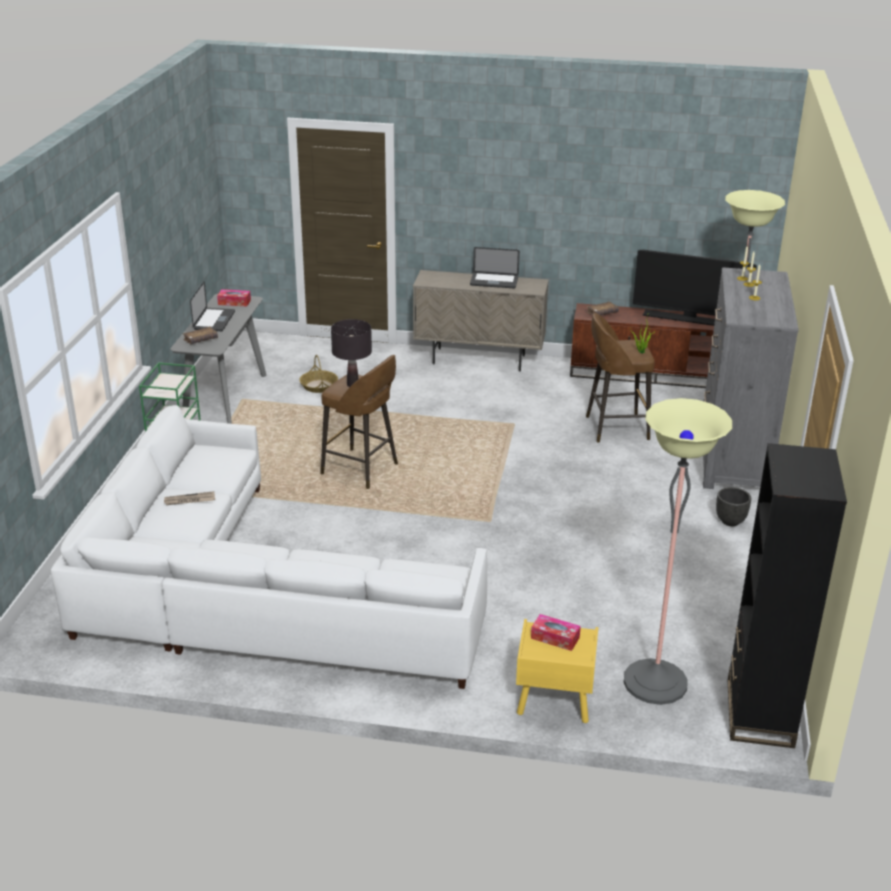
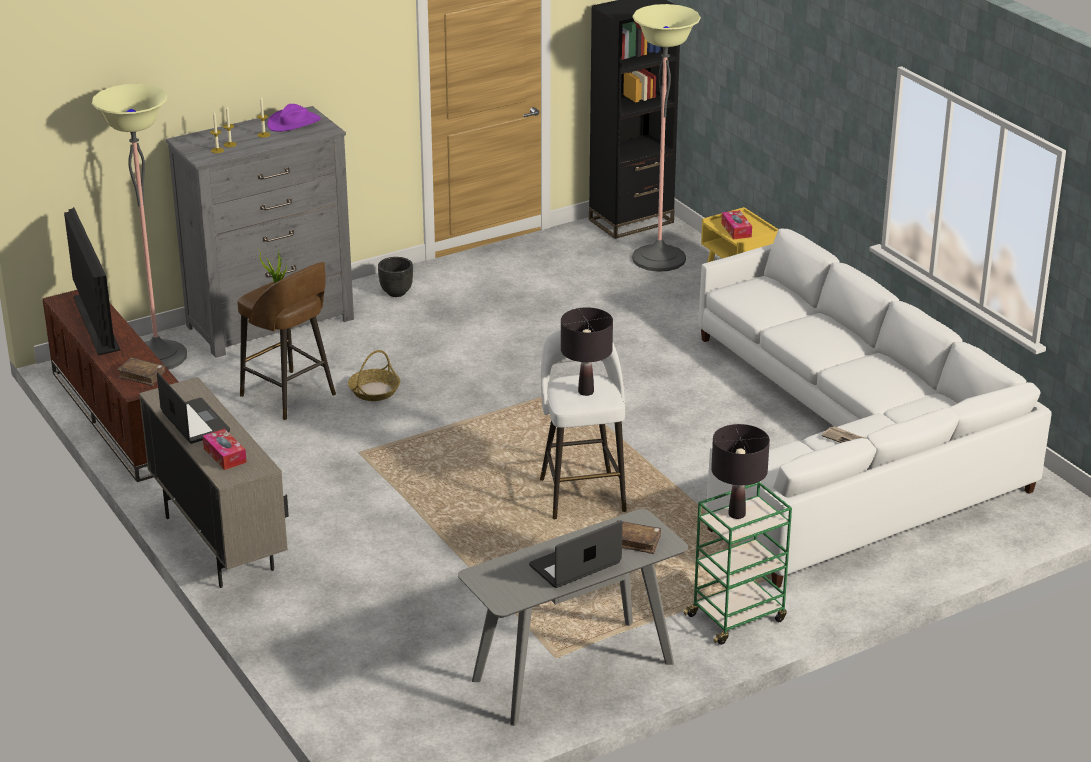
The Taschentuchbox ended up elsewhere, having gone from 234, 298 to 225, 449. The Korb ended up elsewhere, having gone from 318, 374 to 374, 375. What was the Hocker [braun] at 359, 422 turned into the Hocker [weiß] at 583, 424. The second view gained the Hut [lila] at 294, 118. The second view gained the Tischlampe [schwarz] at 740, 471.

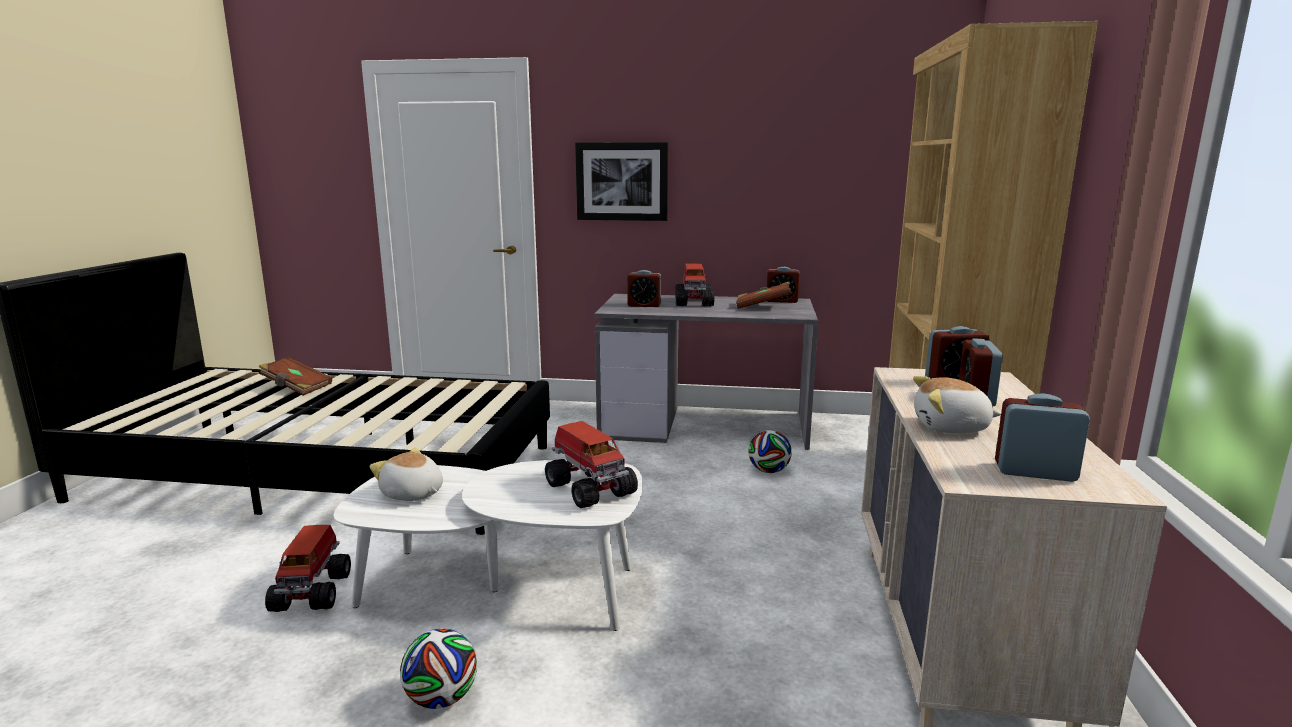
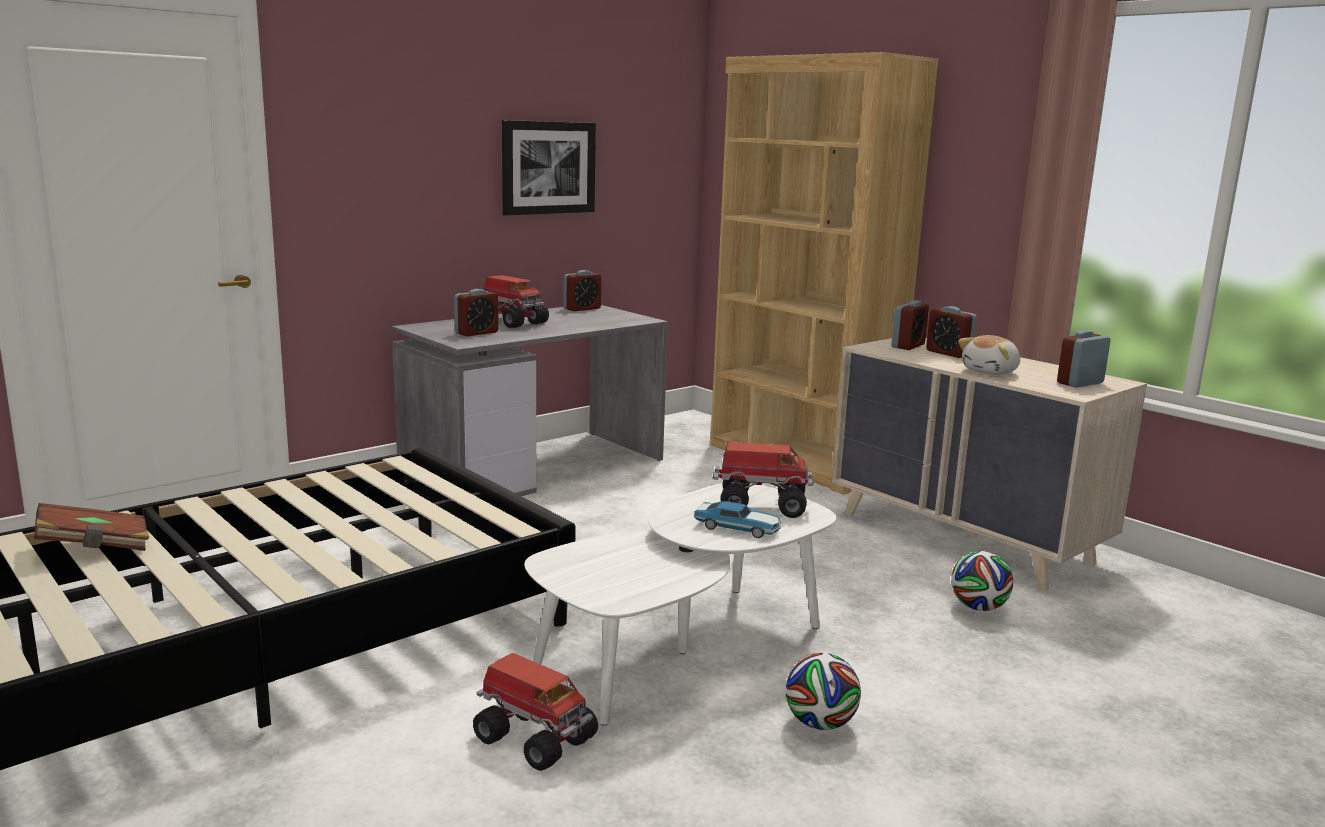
The Bild ended up elsewhere, having gone from 621, 181 to 549, 168. The second view lost the Buch [braun] at 763, 295. The Fußball ended up elsewhere, having gone from 770, 451 to 982, 581. The second view lost the Plüschtier at 406, 474. The second view gained the Spielzeugauto at 737, 519.

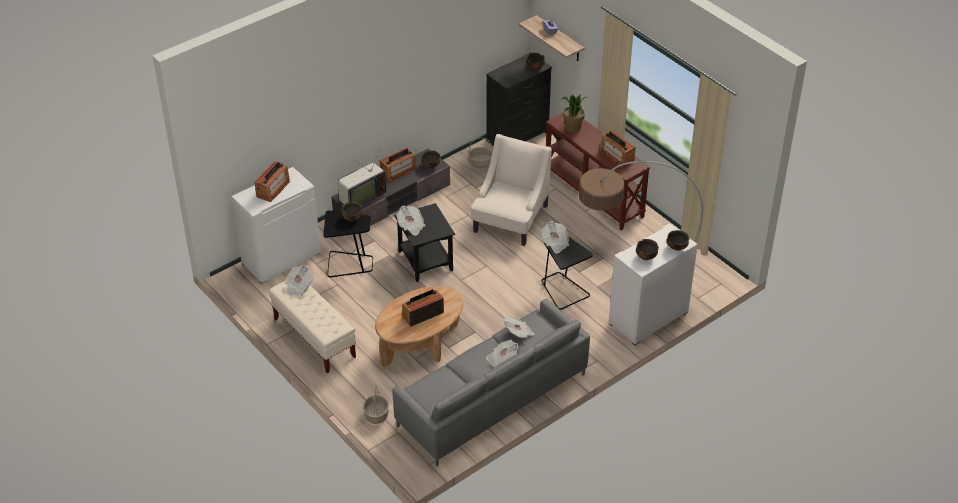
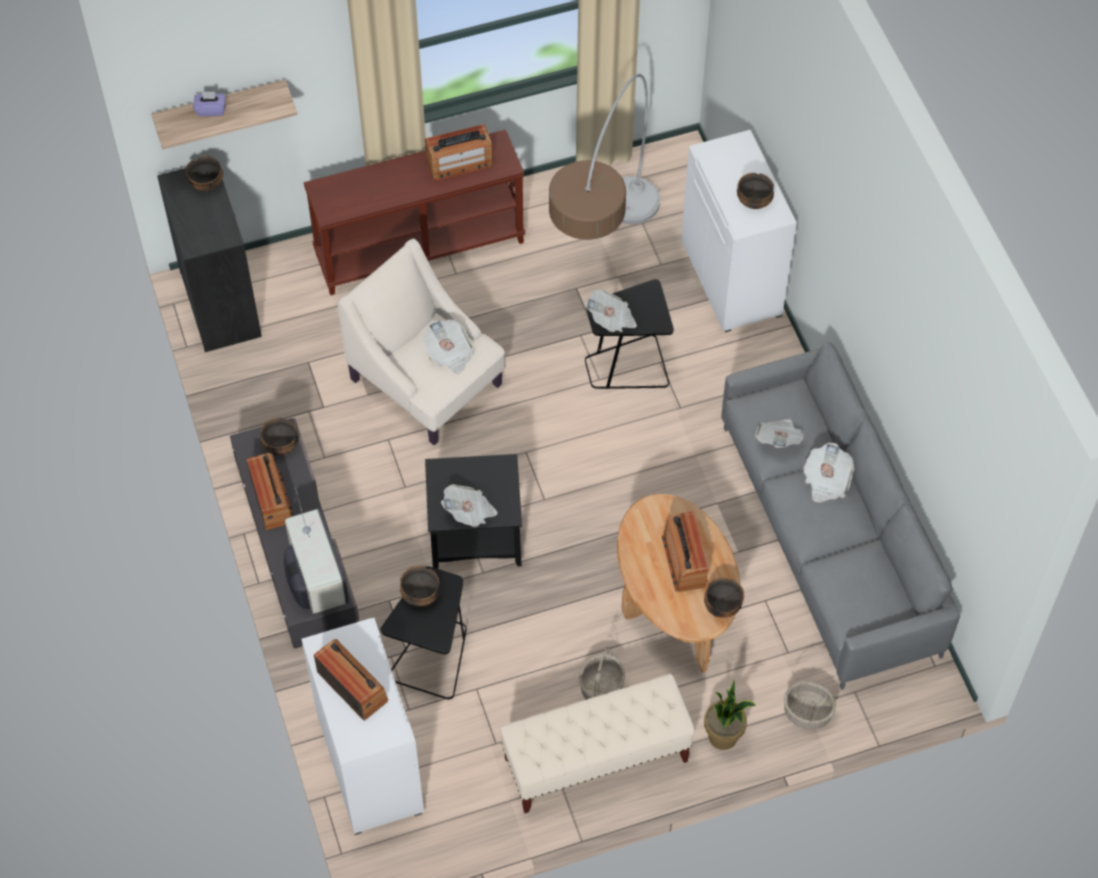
The Topfpflanze ended up elsewhere, having gone from 574, 113 to 730, 715. The Korb ended up elsewhere, having gone from 480, 153 to 602, 673. The Schüssel ended up elsewhere, having gone from 677, 240 to 724, 598. The Zeitung ended up elsewhere, having gone from 299, 280 to 449, 347.

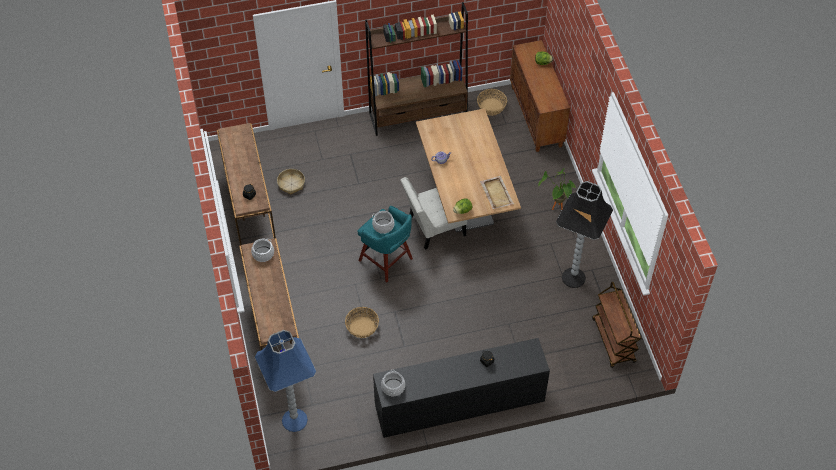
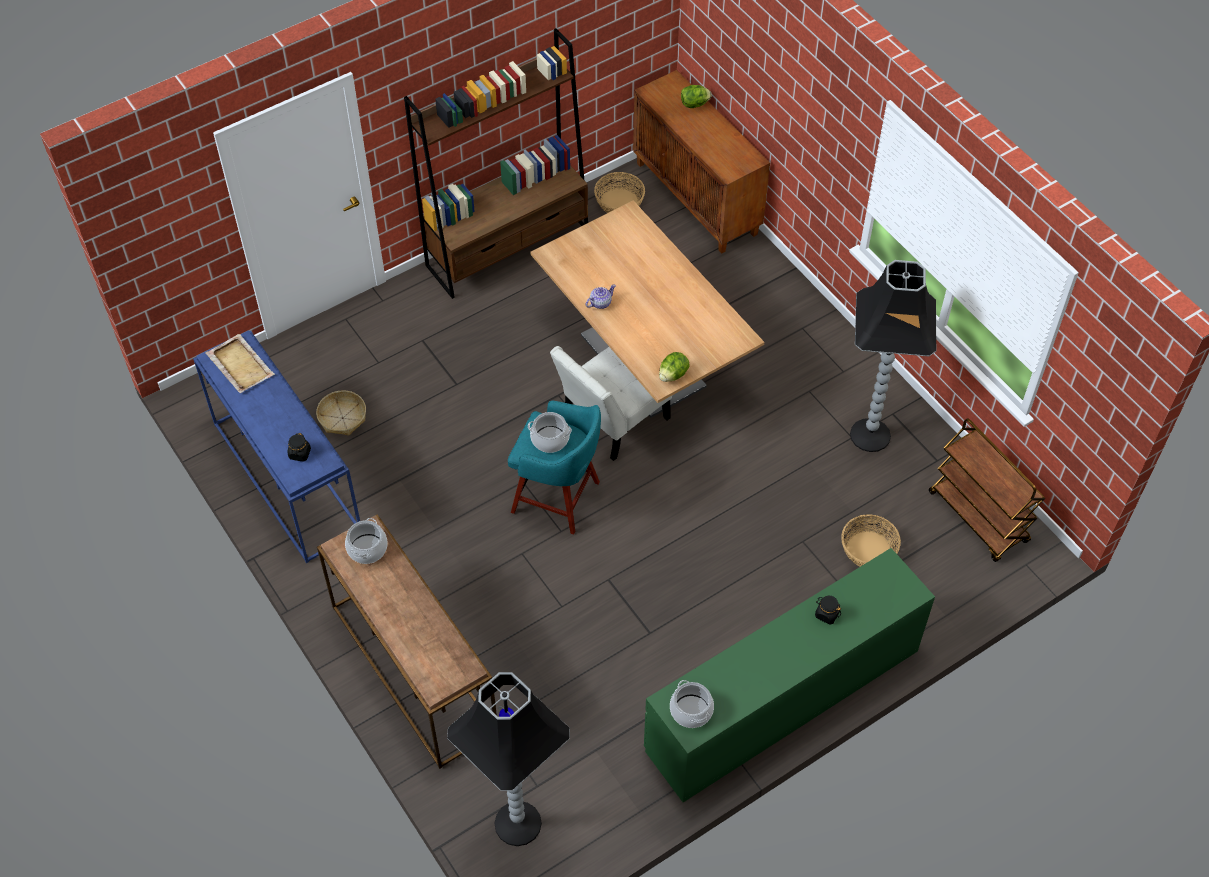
What was the Konsolentisch [braun] at 246, 188 turned into the Konsolentisch [blau] at 276, 446. The second view lost the Topfpflanze at 557, 189. The Tablett [beige] ended up elsewhere, having gone from 497, 192 to 240, 363. The Korb ended up elsewhere, having gone from 362, 322 to 871, 540. What was the Stehlampe [blau] at 285, 381 turned into the Stehlampe [schwarz] at 508, 759. What was the Kommode [schwarz] at 461, 388 turned into the Kommode [grün] at 789, 675.

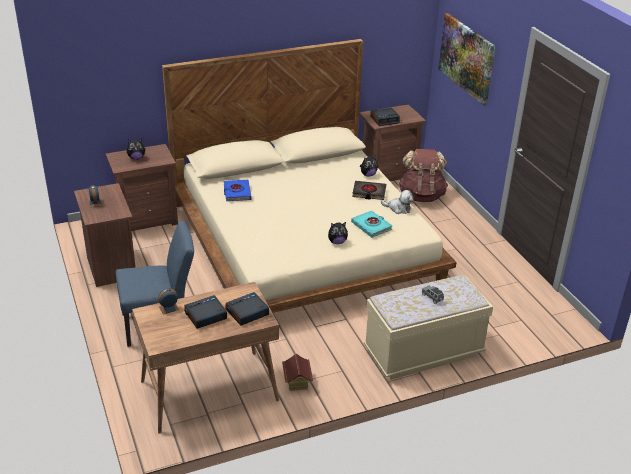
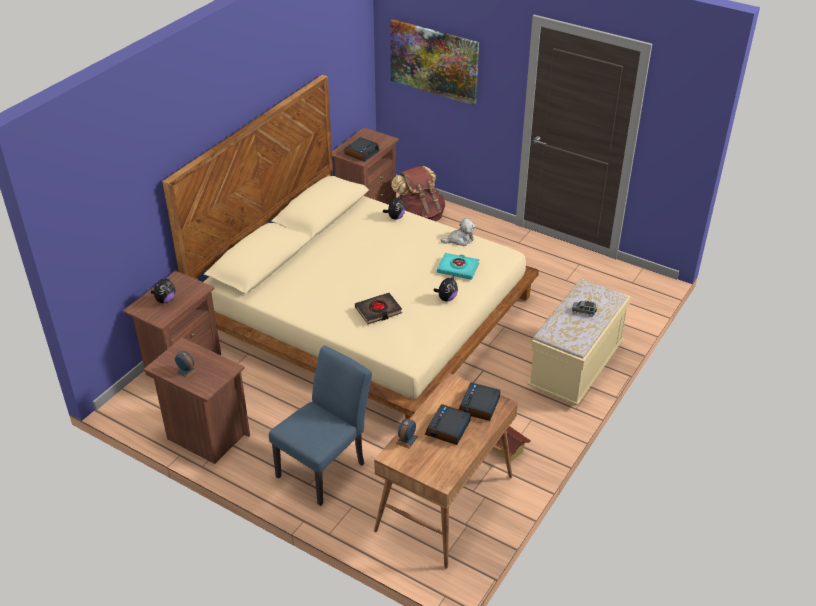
The second view lost the Buch [blau] at 237, 190. The Buch [schwarz] ended up elsewhere, having gone from 369, 190 to 378, 308.

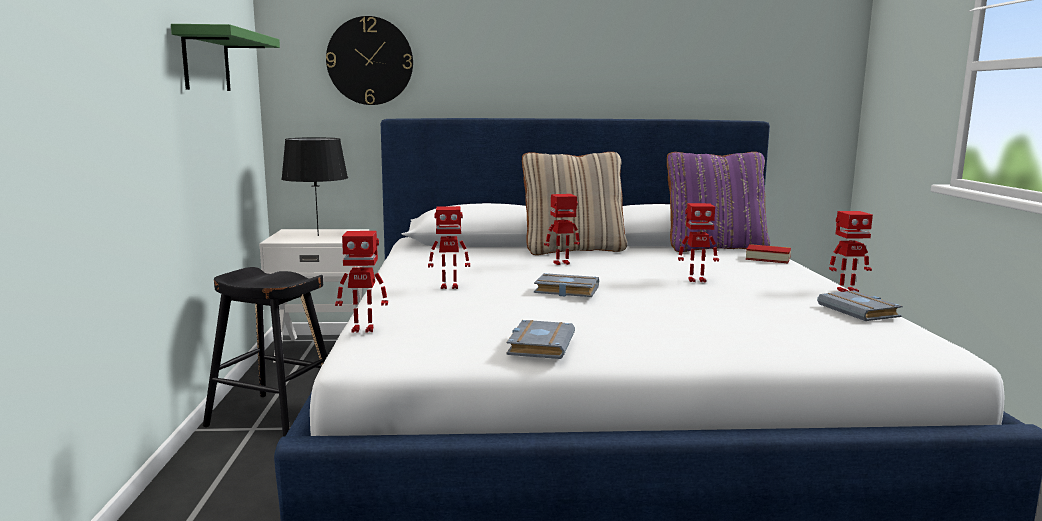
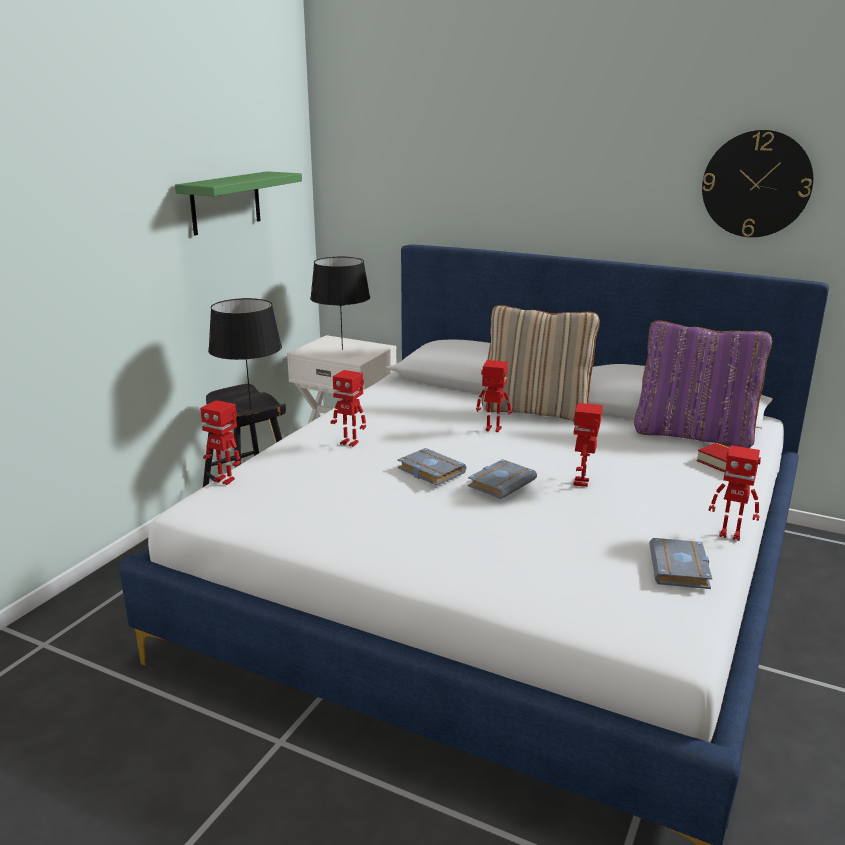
The Wanduhr ended up elsewhere, having gone from 369, 60 to 758, 183. The Spielzeugroboter at 698, 242 ended up facing another way, 75 degrees clockwise from before. The Buch [grau] ended up elsewhere, having gone from 541, 339 to 502, 479. The second view gained the Tischlampe [schwarz] at 245, 354.

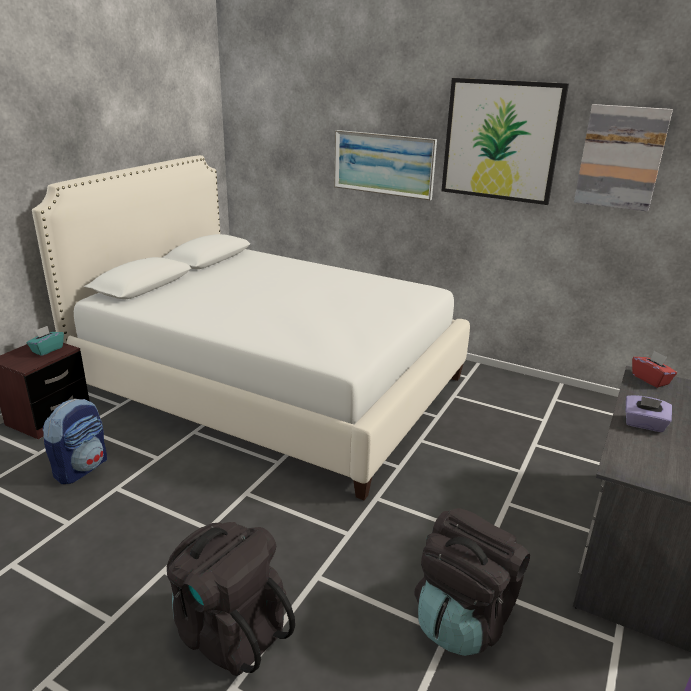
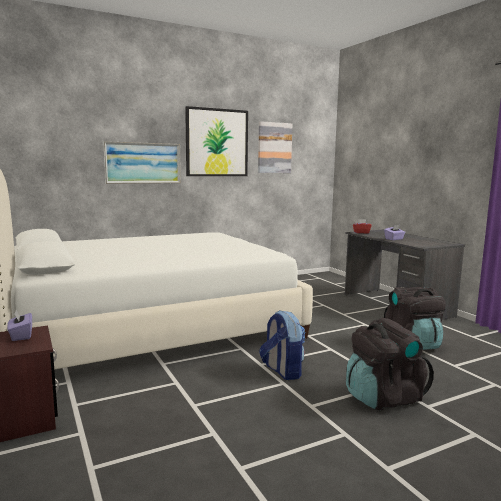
What was the Taschentuchbox [türkis] at 45, 341 turned into the Taschentuchbox [lila] at 19, 325. The Rucksack ended up elsewhere, having gone from 74, 441 to 282, 345.

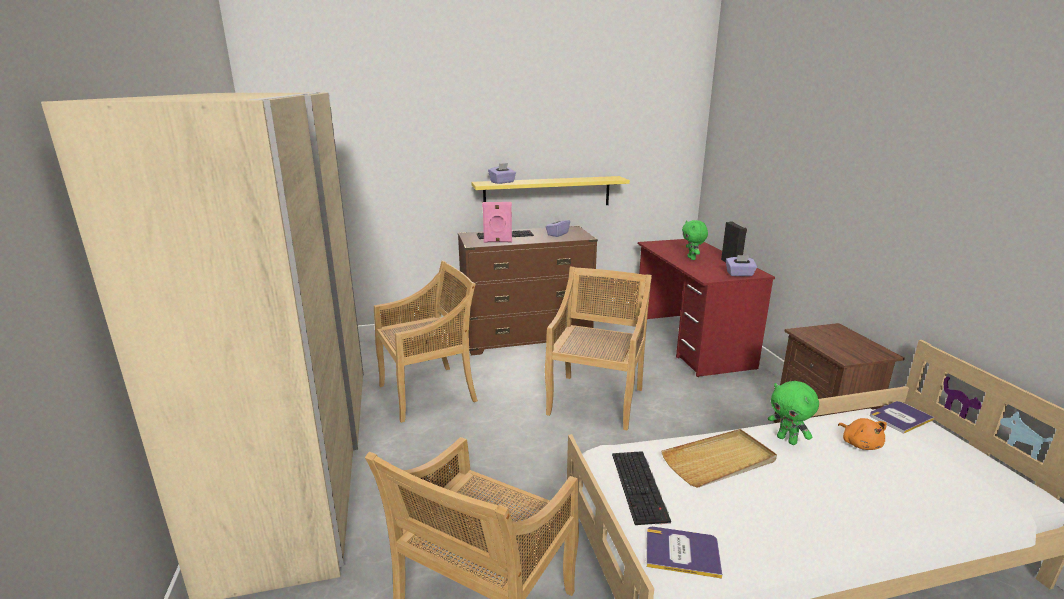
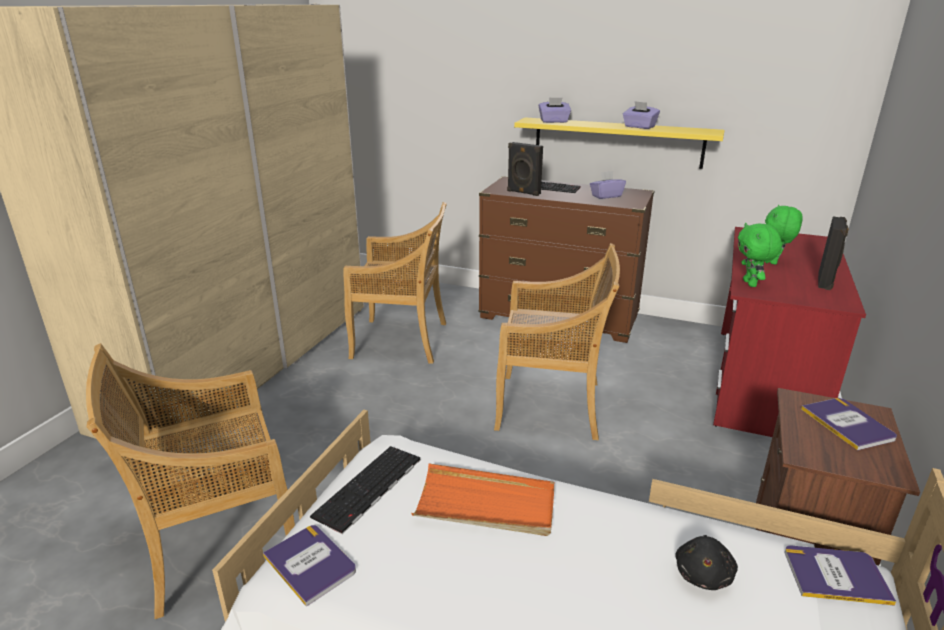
What was the Lautsprecher [rosa] at 497, 222 turned into the Lautsprecher [schwarz] at 525, 169. The Taschentuchbox [lila] ended up elsewhere, having gone from 741, 265 to 641, 115. The Stuhl [beige] at 598, 348 ended up facing another way, 45 degrees clockwise from before. The Plüschtier [grün] ended up elsewhere, having gone from 793, 413 to 760, 255. What was the Plüschtier [orange] at 862, 434 turned into the Plüschtier [schwarz] at 706, 562. What was the Tablett [beige] at 719, 458 turned into the Tablett [orange] at 482, 499. The second view gained the Buch at 849, 424.

